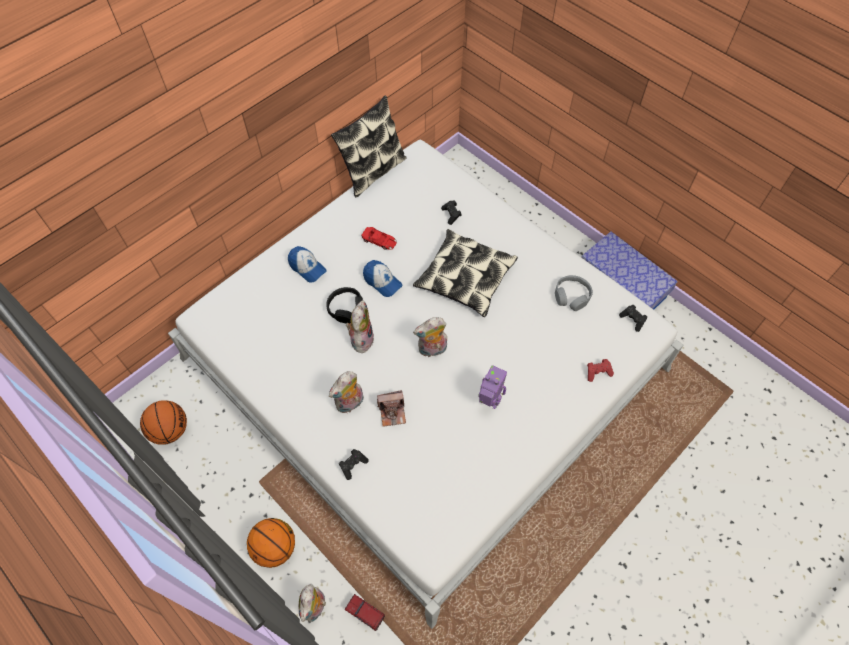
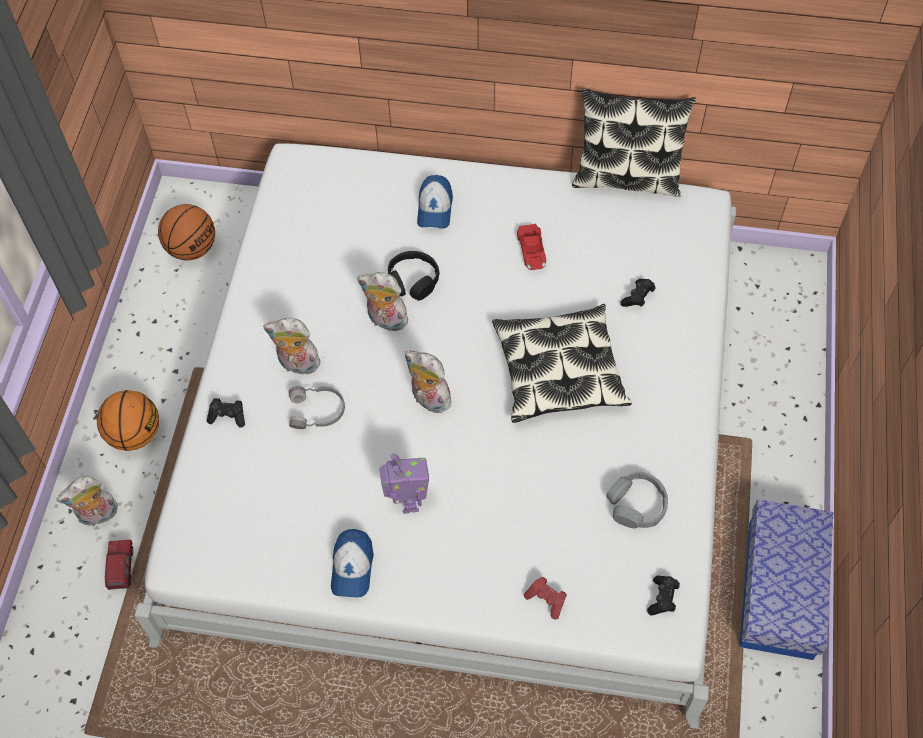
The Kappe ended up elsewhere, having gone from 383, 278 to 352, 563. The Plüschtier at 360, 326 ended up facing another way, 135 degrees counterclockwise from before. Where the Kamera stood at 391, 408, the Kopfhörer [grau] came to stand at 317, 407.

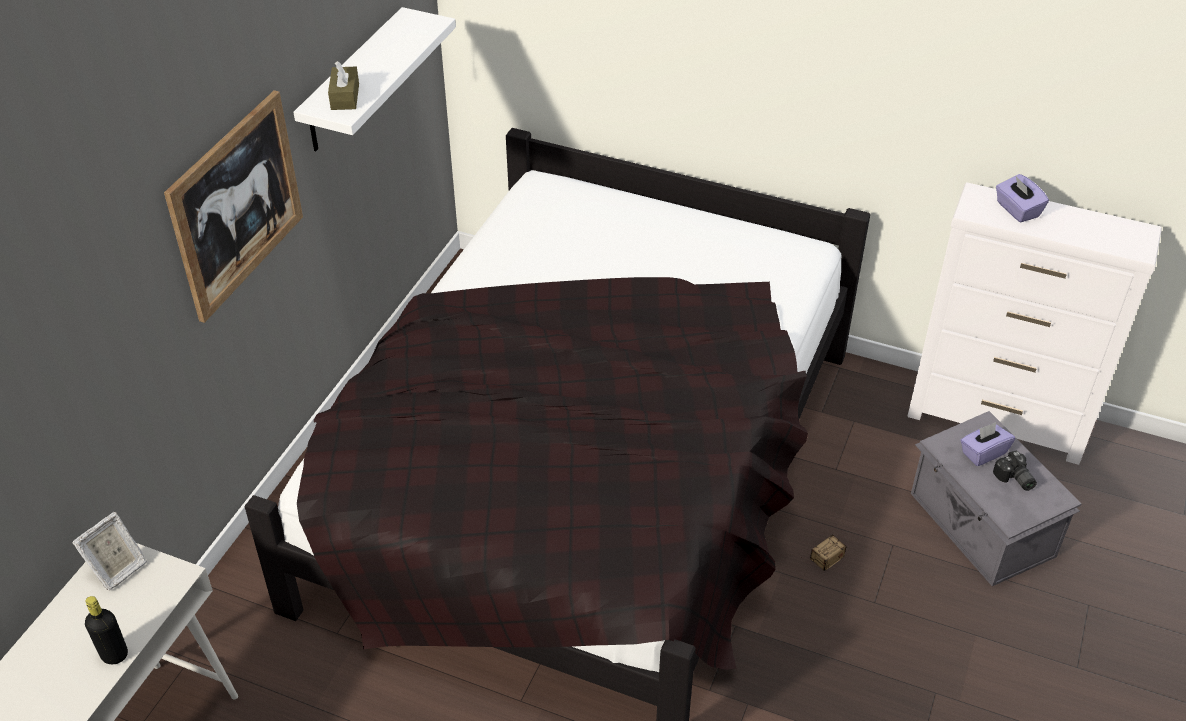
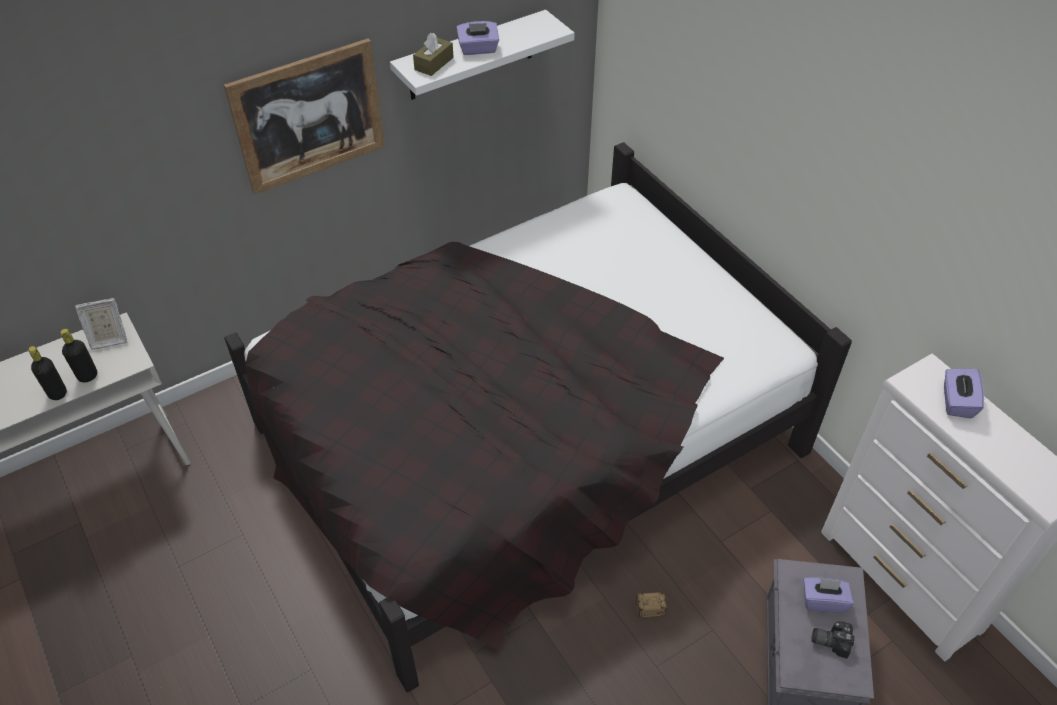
The Kamera at 1015, 470 ended up facing another way, 90 degrees clockwise from before. The second view gained the Taschentuchbox [lila] at 477, 38. The second view gained the Flasche [schwarz] at 78, 356.

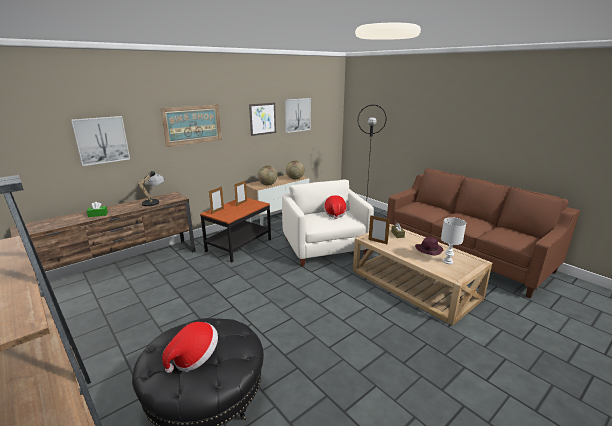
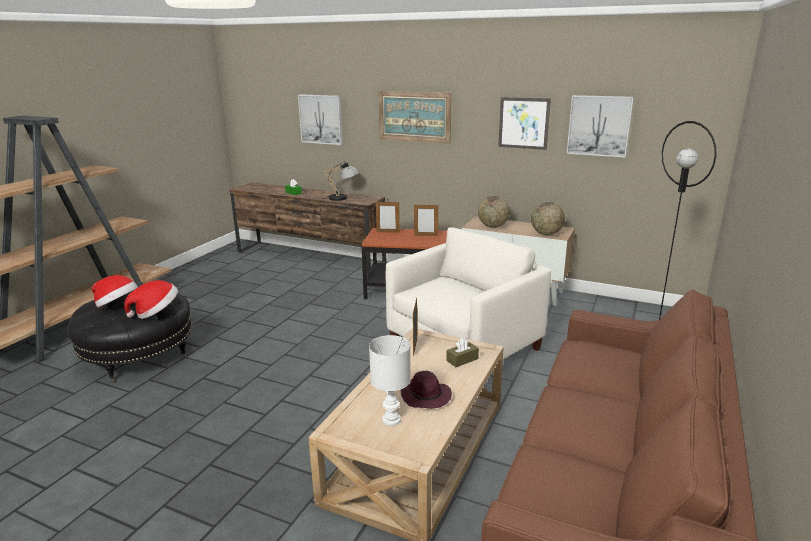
The Hut ended up elsewhere, having gone from 335, 207 to 151, 299.

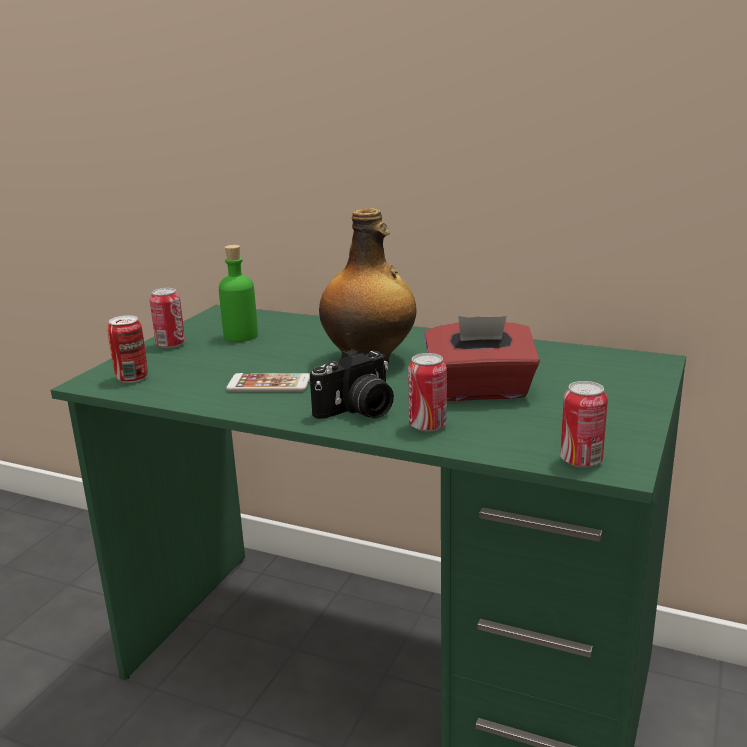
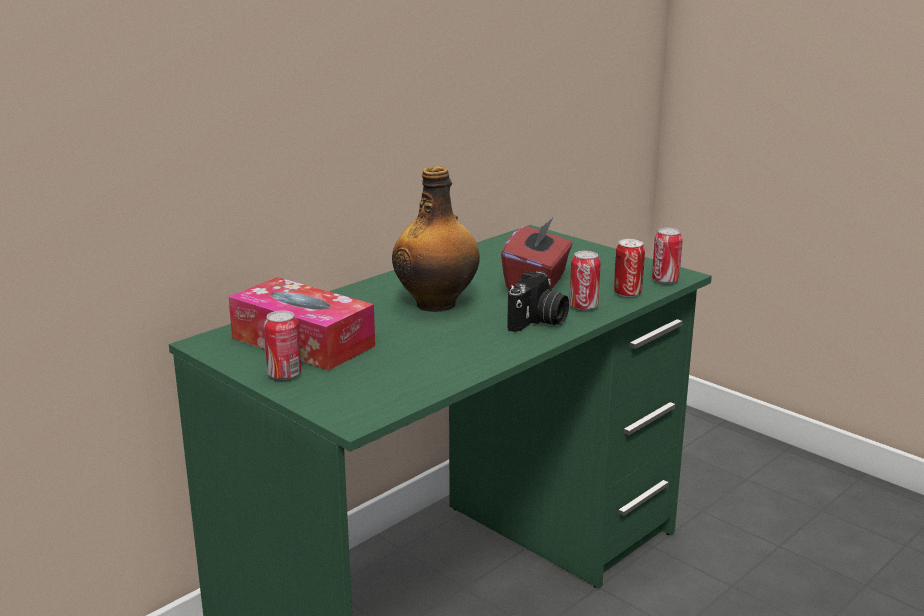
Where the Flasche [grün] stood at 238, 293, the Taschentuchbox came to stand at 301, 324. The Dose ended up elsewhere, having gone from 127, 349 to 629, 268. The Kamera at 352, 384 ended up facing another way, 45 degrees clockwise from before. The second view lost the Handy at 268, 382.

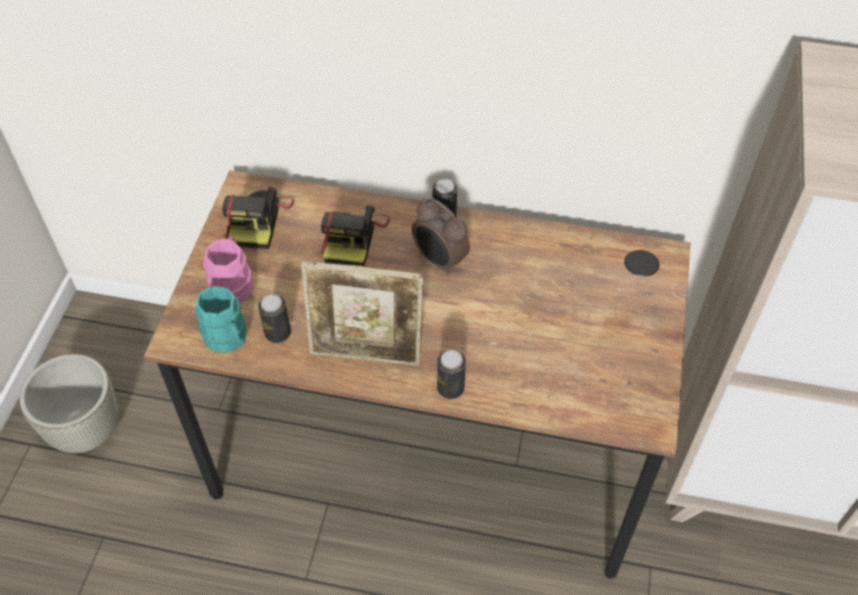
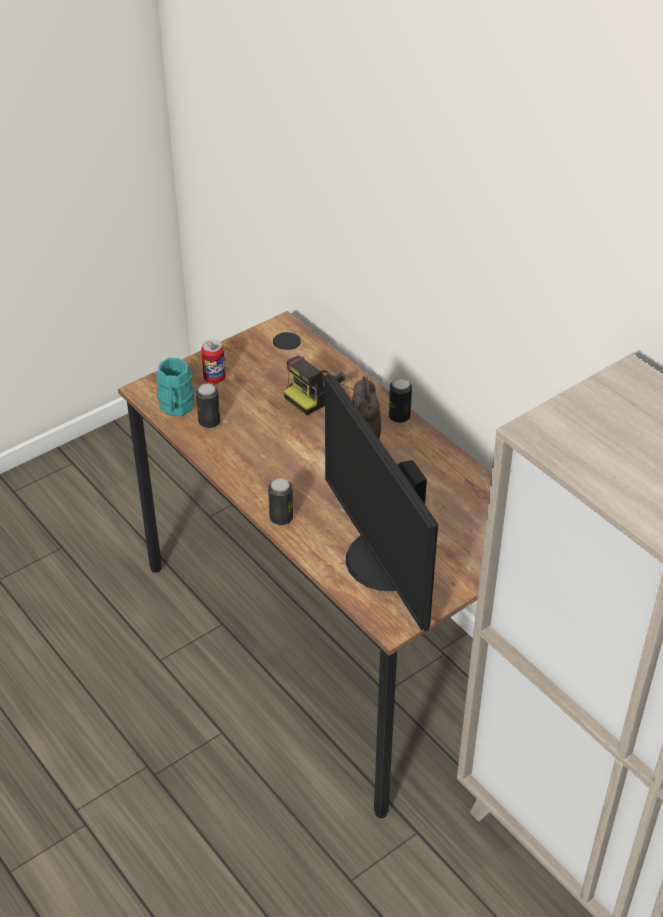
The second view lost the Kamera at 258, 218. Where the Henkelbecher [rosa] stood at 228, 269, the Dose came to stand at 213, 361. The second view lost the Bilderrahmen at 362, 313. The second view lost the Pflanzkübel [grau] at 68, 403. The second view gained the Monitor at 381, 503.

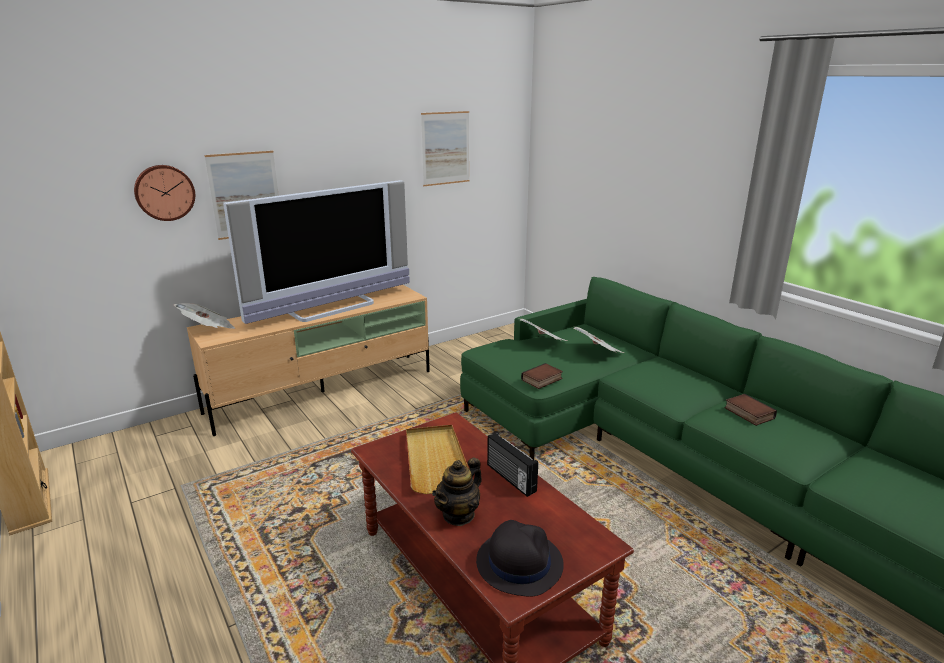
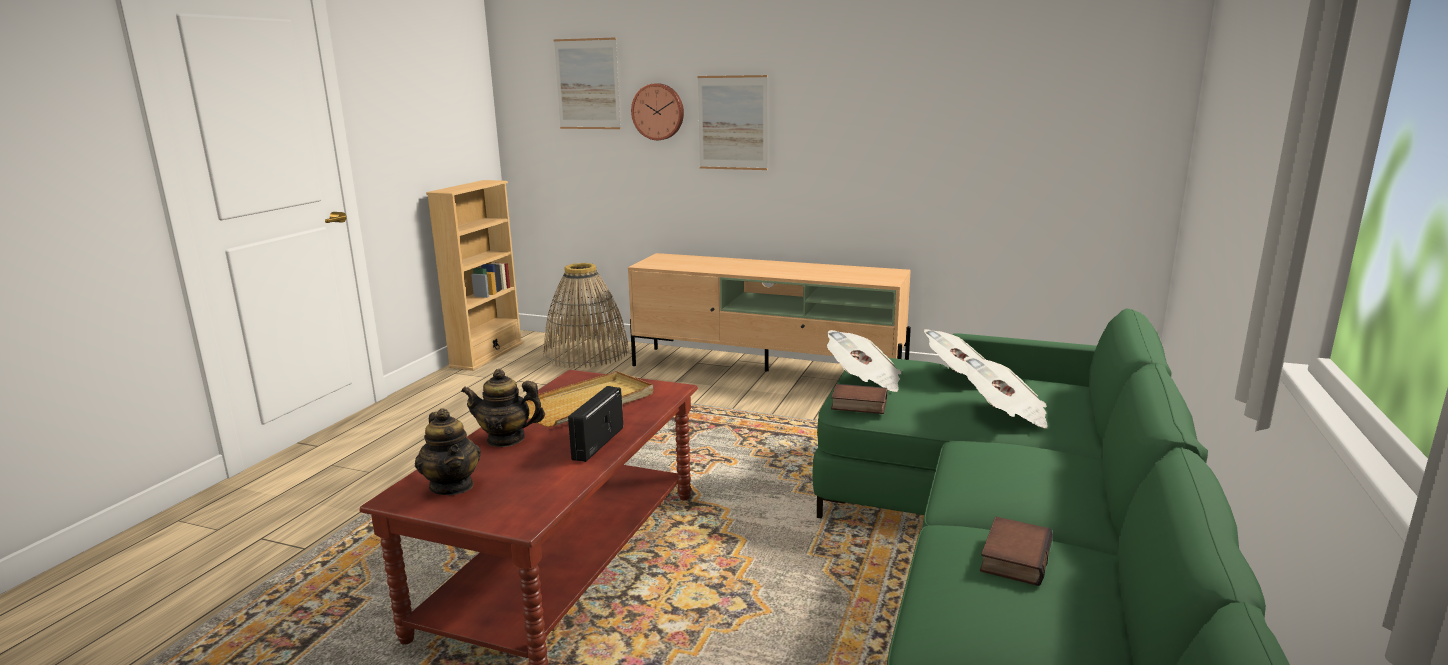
The Bild ended up elsewhere, having gone from 445, 148 to 587, 83. The second view lost the Fernseher at 316, 252. The Zeitung ended up elsewhere, having gone from 204, 316 to 864, 361. Where the Hut [schwarz] stood at 520, 558, the Teekanne came to stand at 448, 452. The second view gained the Korb at 586, 315.

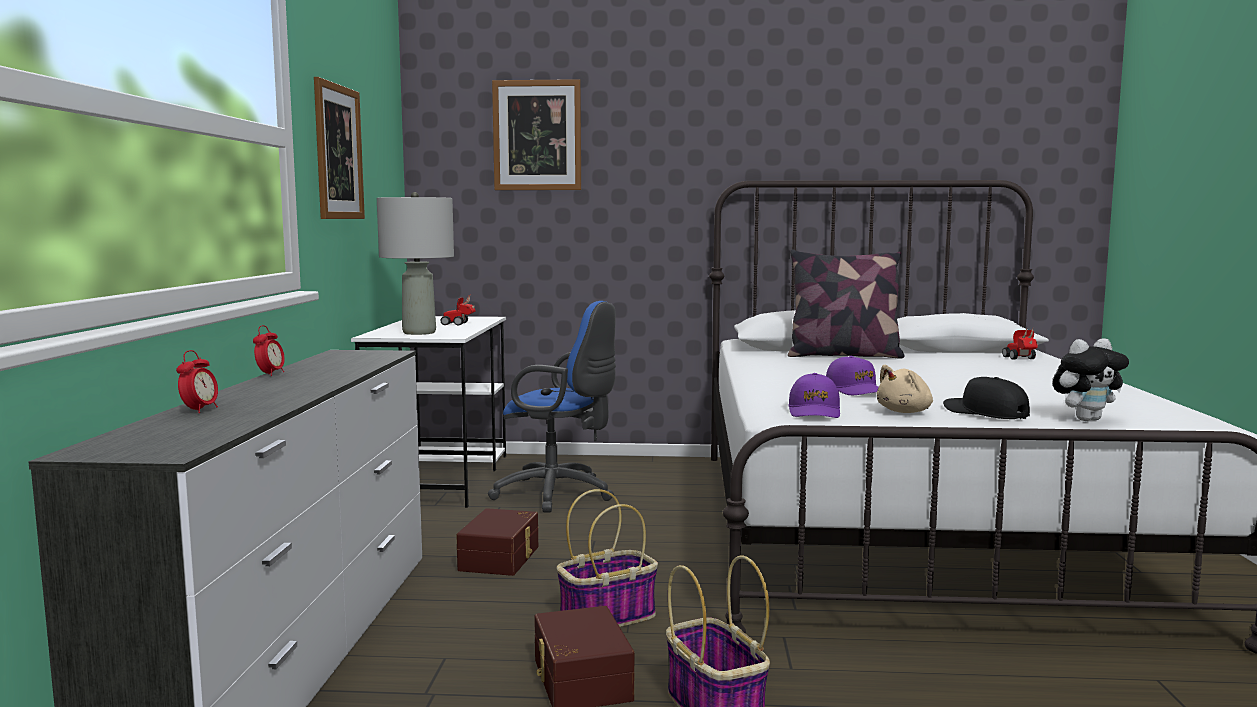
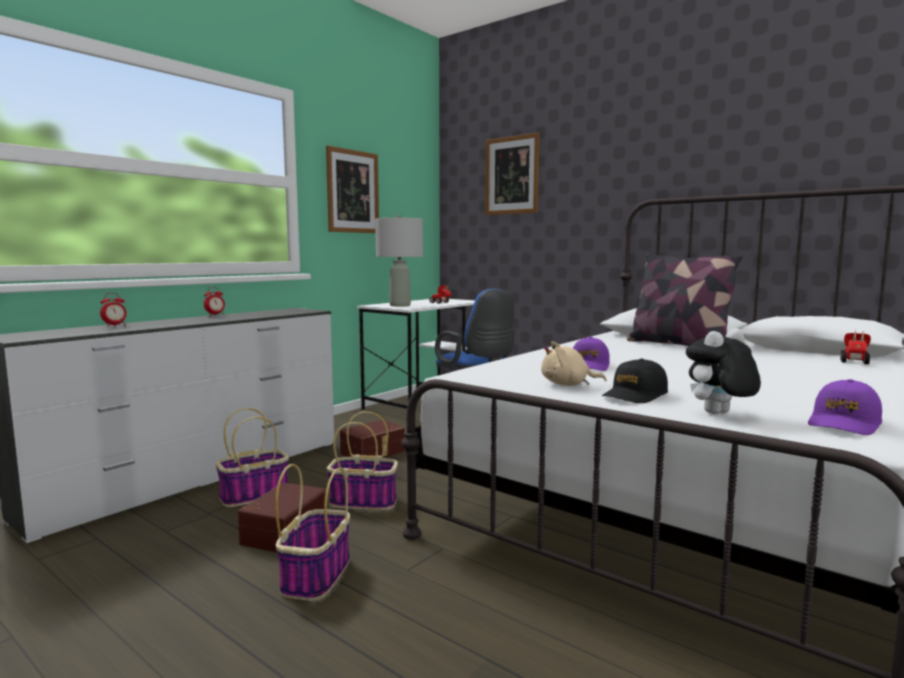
The Plüschtier at 1091, 379 ended up facing another way, 135 degrees clockwise from before. The Kappe [lila] ended up elsewhere, having gone from 814, 395 to 845, 407. The Kappe [schwarz] at 986, 398 ended up facing another way, 135 degrees counterclockwise from before. The second view gained the Korb at 252, 457.

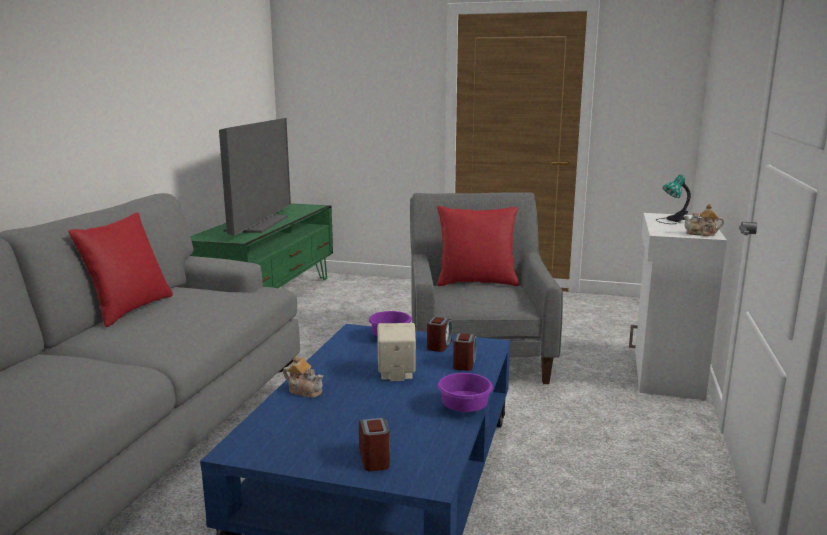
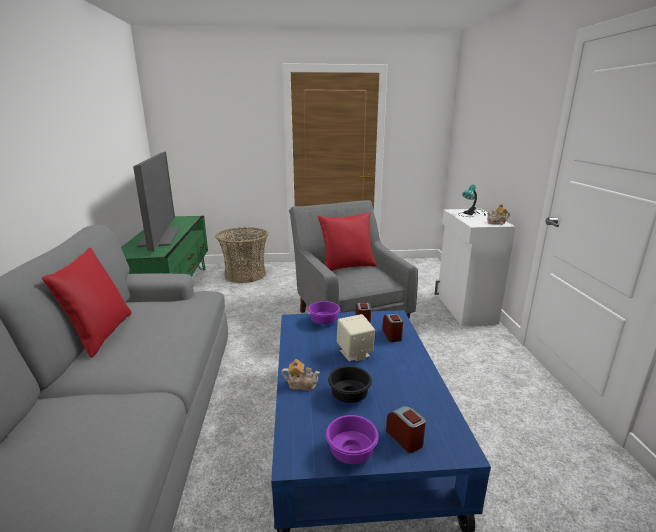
The Schüssel [lila] ended up elsewhere, having gone from 465, 392 to 352, 439. The second view gained the Korb at 241, 255. The second view gained the Schüssel [schwarz] at 350, 384.

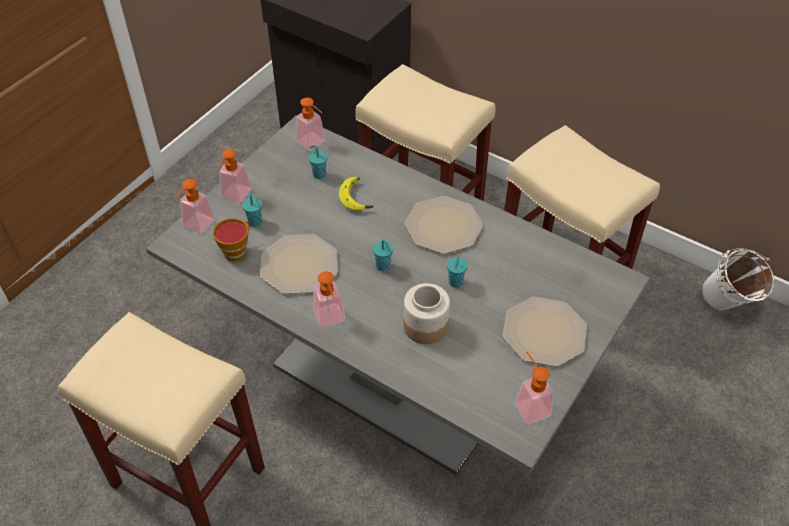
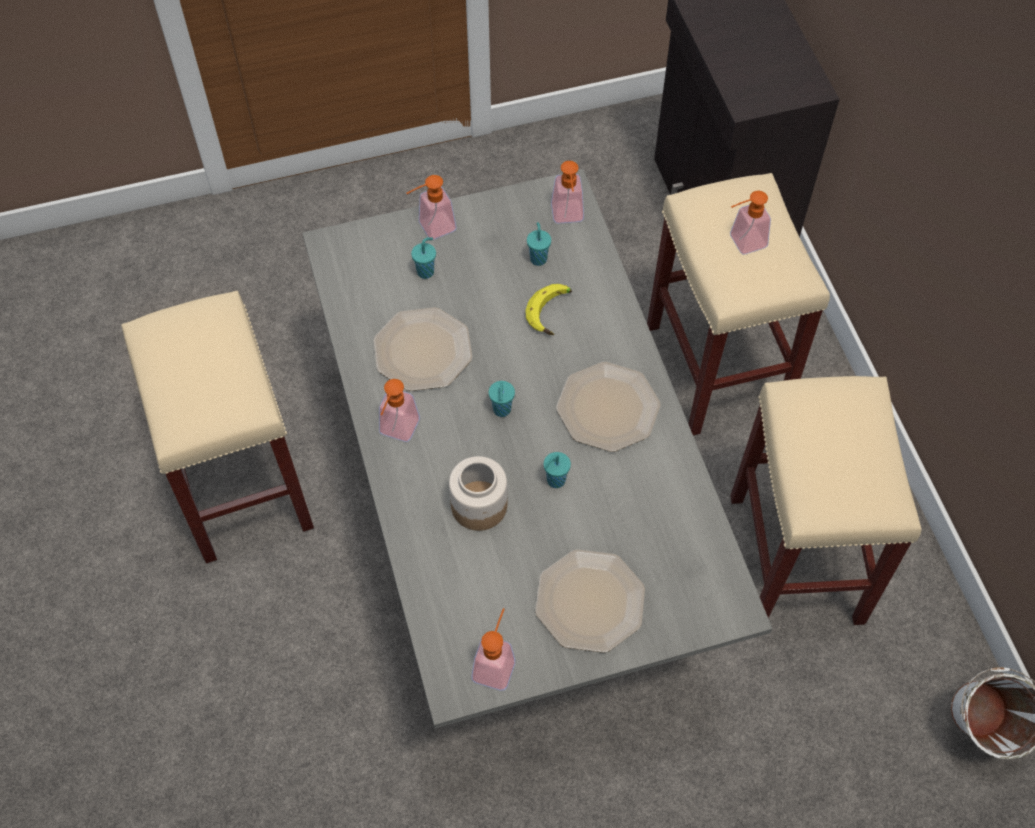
The Seifenspender ended up elsewhere, having gone from 194, 206 to 750, 223. The second view lost the Tasse at 231, 239.

